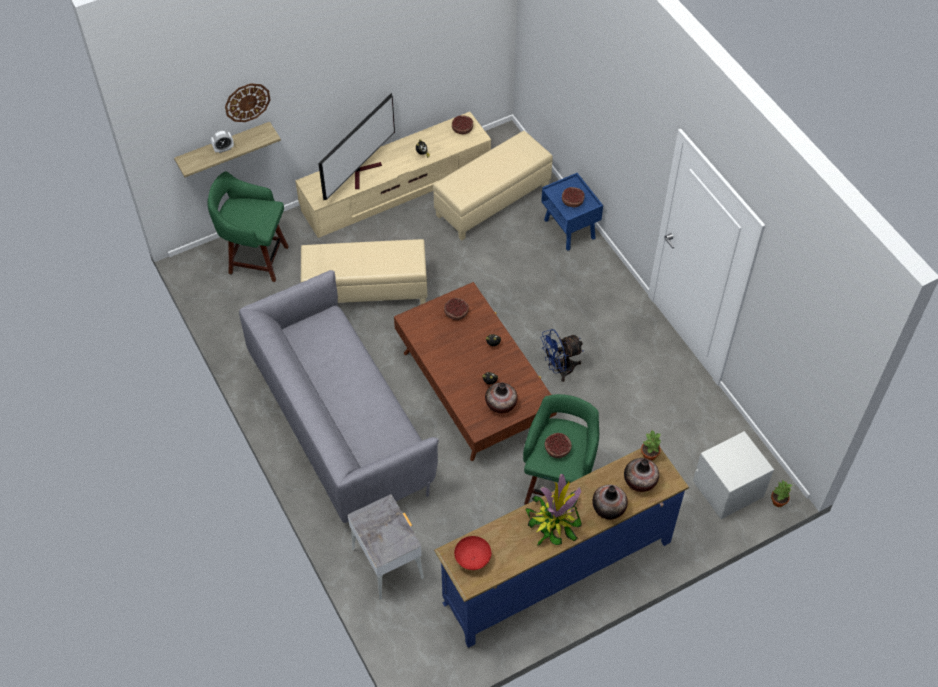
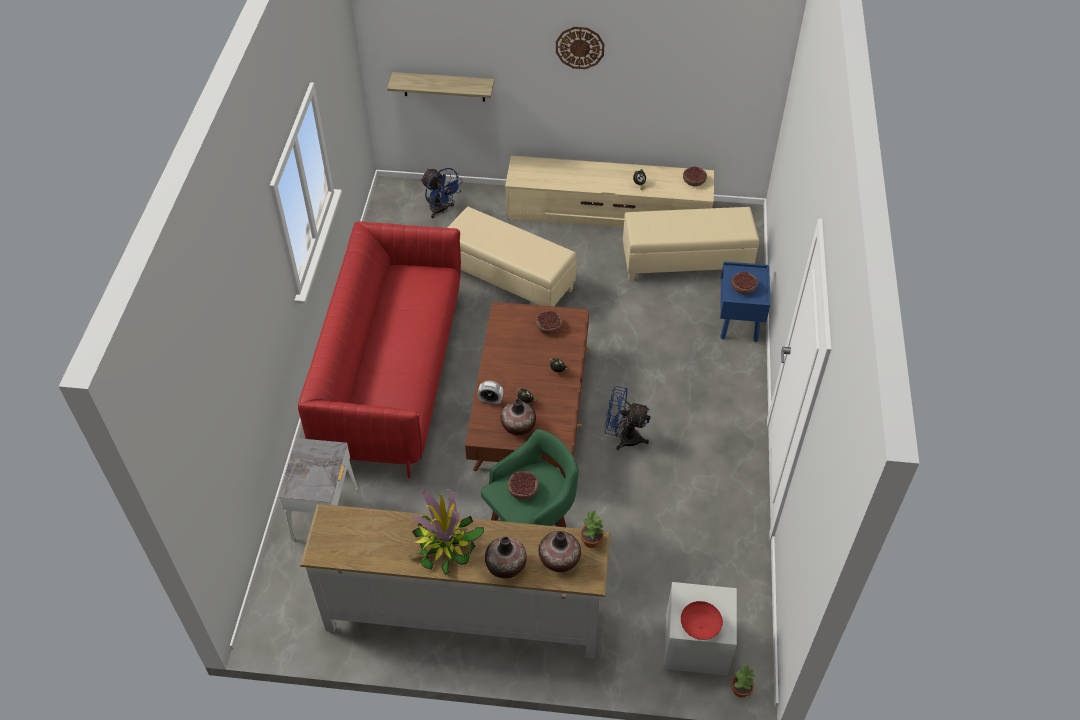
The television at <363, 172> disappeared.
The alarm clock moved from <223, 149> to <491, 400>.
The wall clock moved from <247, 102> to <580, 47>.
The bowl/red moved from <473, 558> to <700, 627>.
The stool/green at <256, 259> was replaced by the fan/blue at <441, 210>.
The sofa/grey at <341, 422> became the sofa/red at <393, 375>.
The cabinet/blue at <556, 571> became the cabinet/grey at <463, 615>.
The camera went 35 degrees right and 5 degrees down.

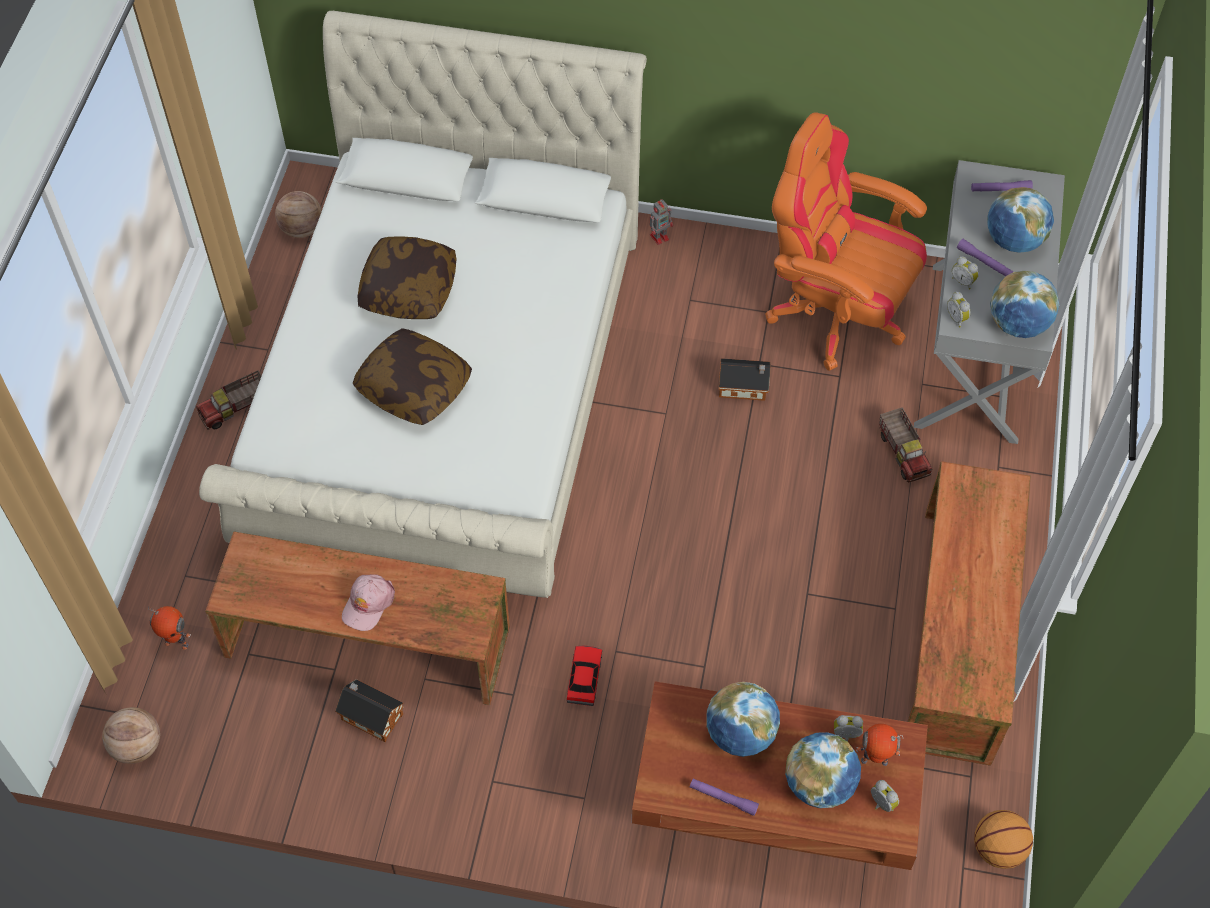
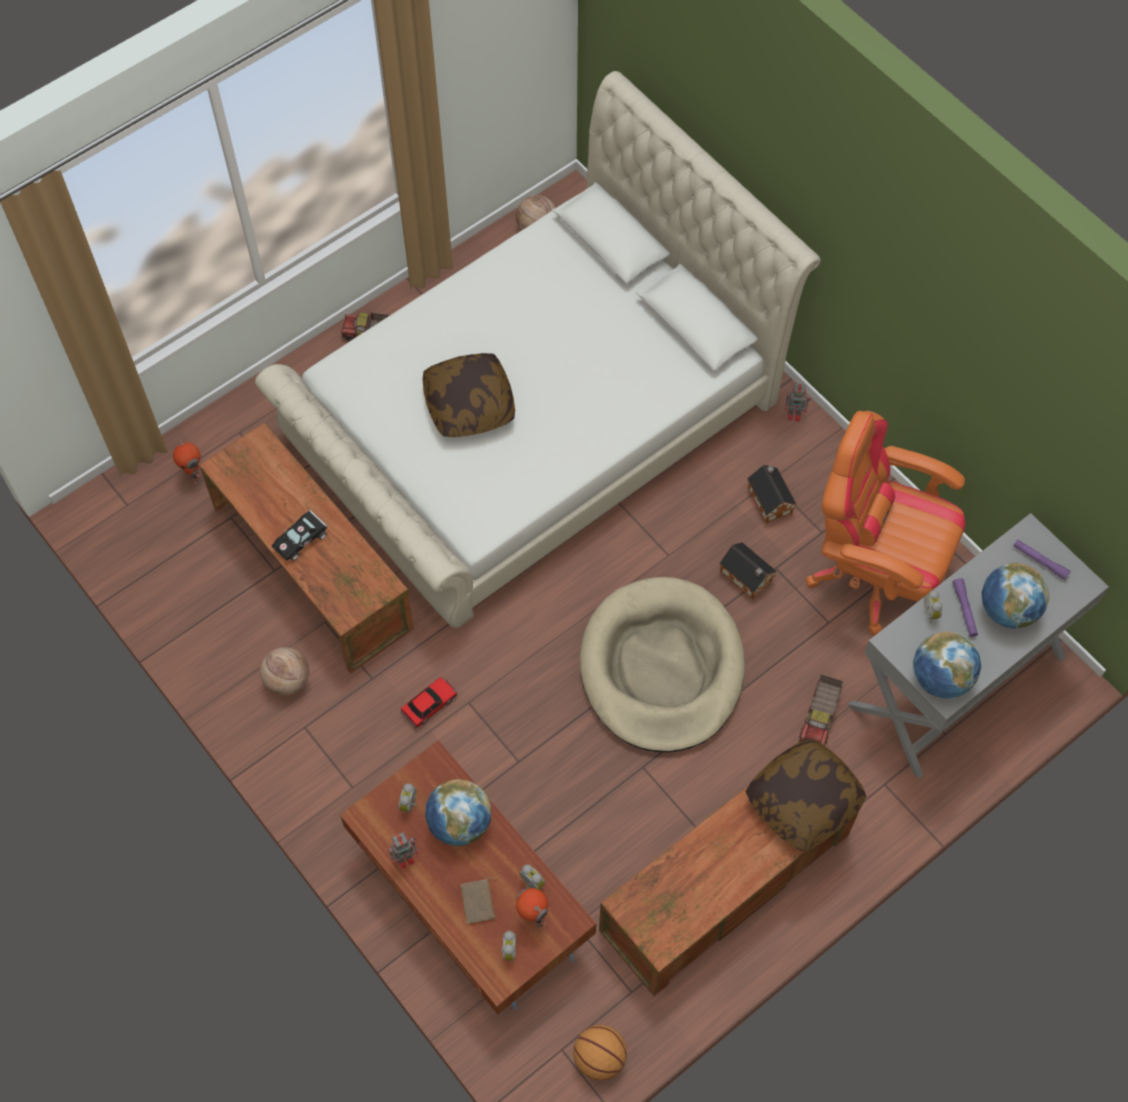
The dog bed/beige at <661, 668> appeared.
The basketball moved from <137, 746> to <287, 681>.
The toy house moved from <370, 715> to <769, 499>.
The pillow moved from <409, 289> to <803, 800>.
The alarm clock moved from <957, 318> to <410, 804>.
The cap/pink at <368, 604> was replaced by the toy car/black at <302, 538>.
The flashlight/purple at <723, 798> was replaced by the toy robot at <405, 857>.
The globe at <819, 784> was replaced by the book/brown at <479, 902>.
The office chair/orange at <837, 314> turned 45 degrees counterclockwise.
The camera went 40 degrees right and 5 degrees up.

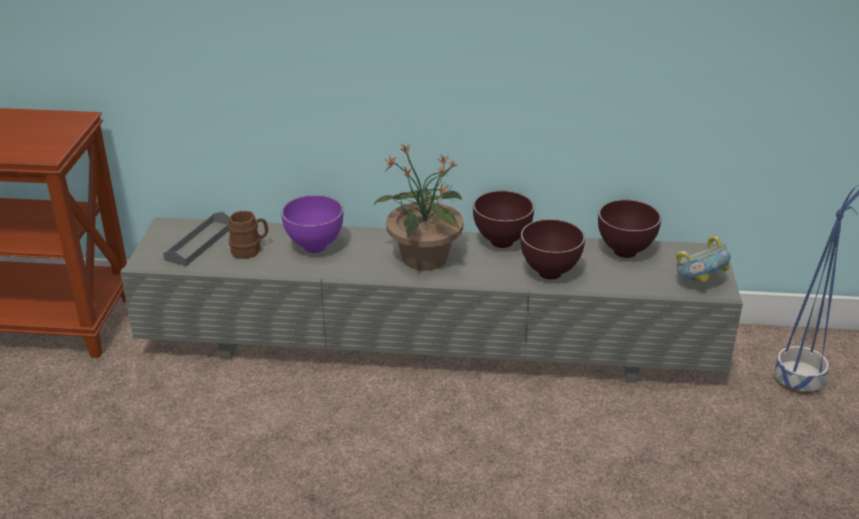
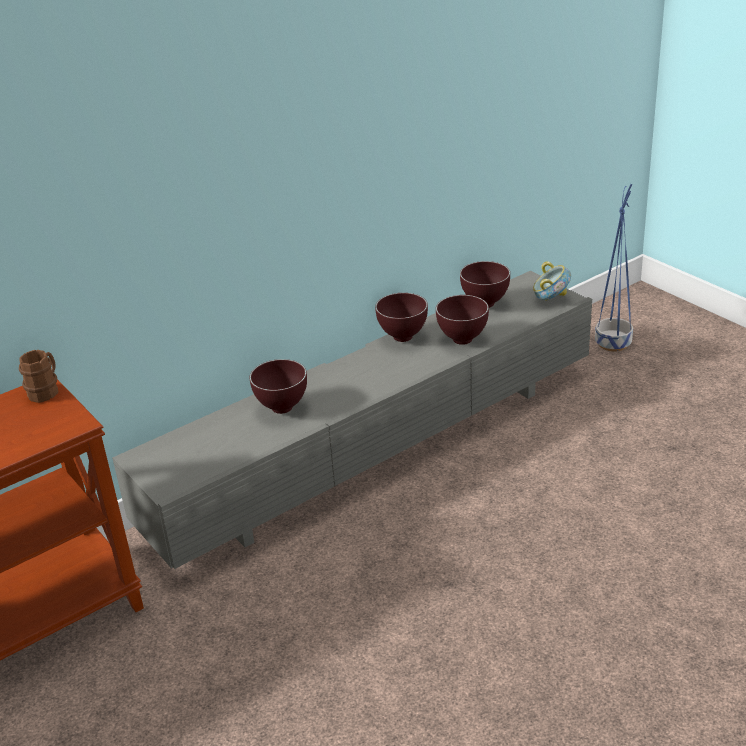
The tray/grey at <200, 242> disappeared.
The potted plant at <424, 259> disappeared.
The mug/brown moved from <250, 249> to <46, 390>.
The bowl/purple at <315, 247> became the bowl/brown at <281, 408>.
The camera went 40 degrees left and 0 degrees up.

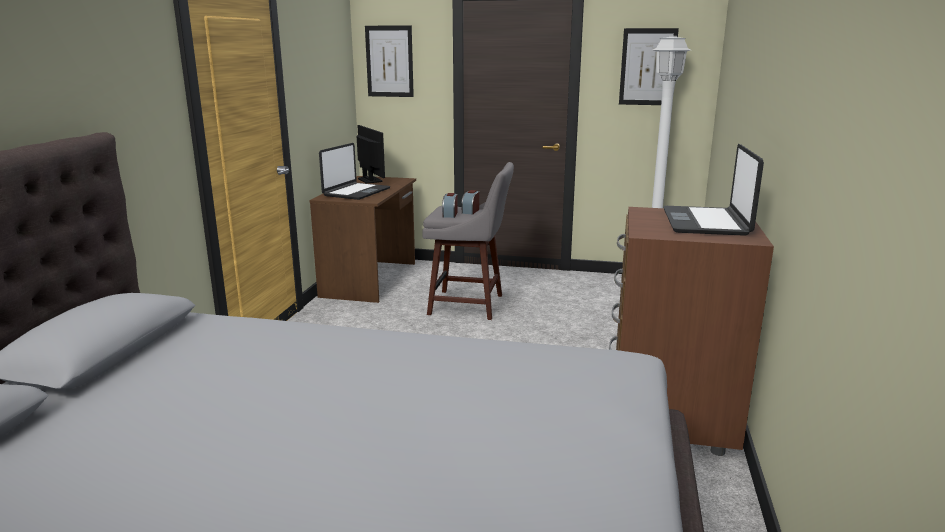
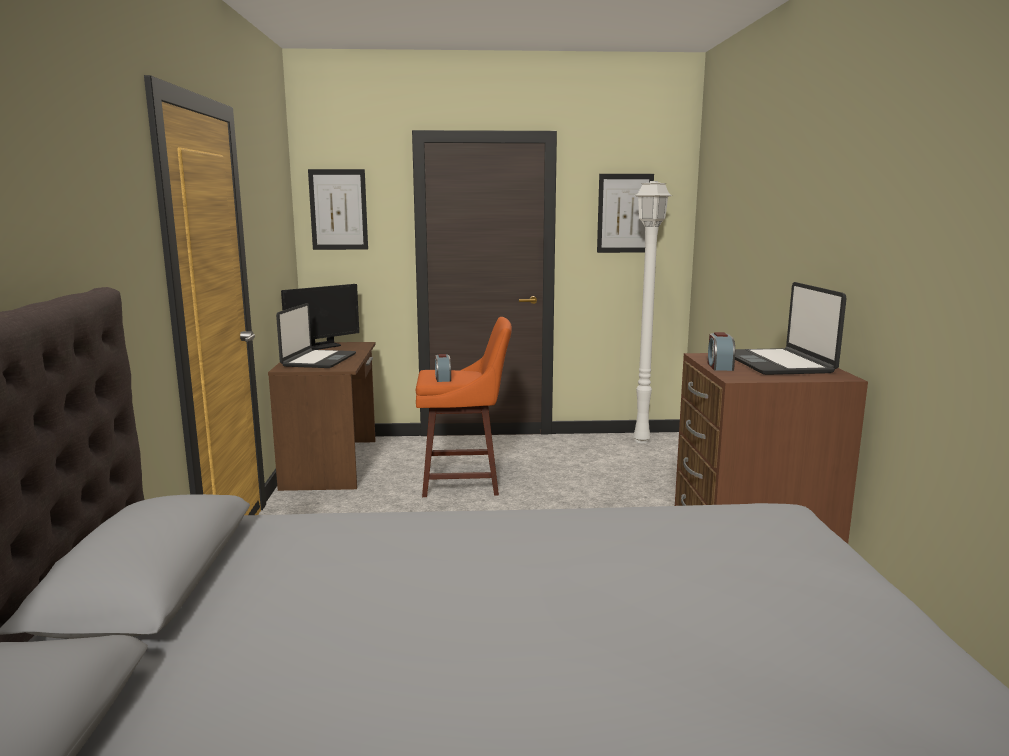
The alarm clock moved from <470, 211> to <719, 366>.
The stool/grey at <470, 305> became the stool/orange at <465, 481>.
The monitor at <370, 180> turned 90 degrees clockwise.
The camera went 15 degrees left and 5 degrees down.

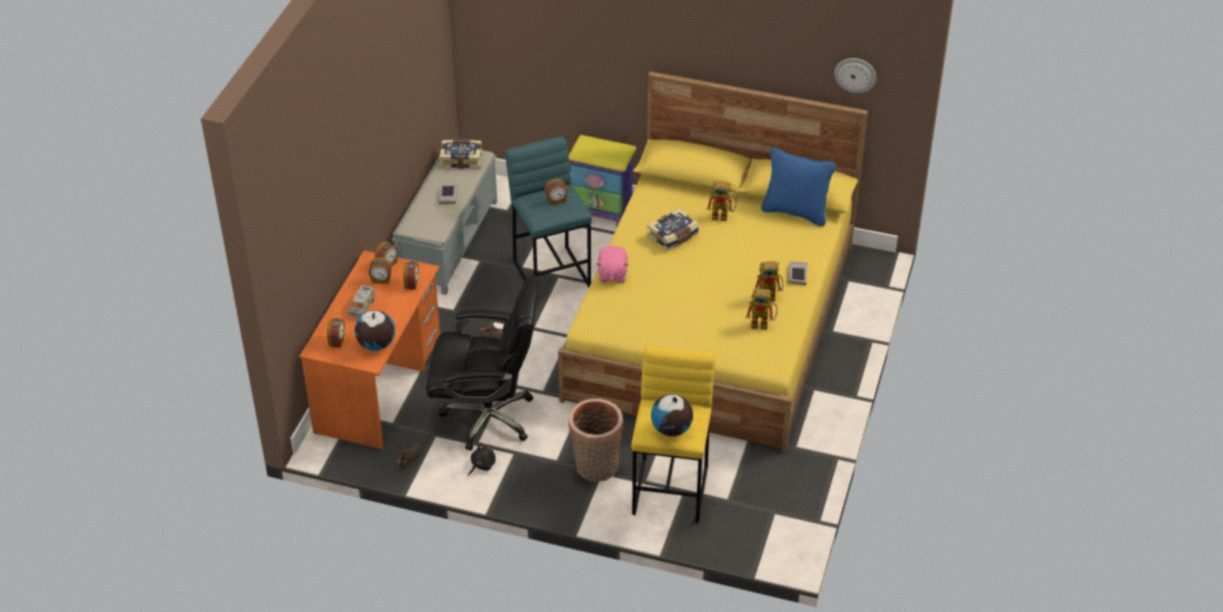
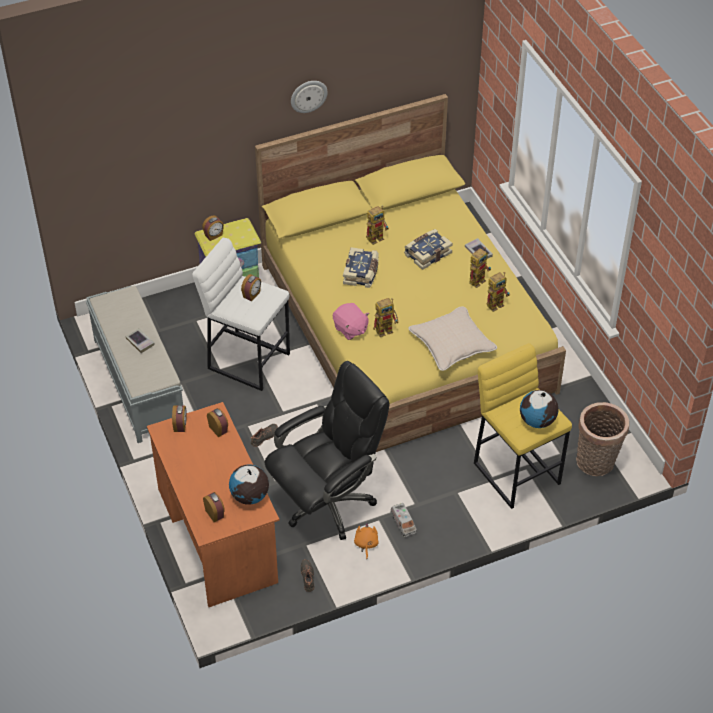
The pillow/blue at <795, 212> disappeared.
The toy robot at <387, 329> appeared.
The pillow/beige at <452, 343> appeared.
The toy truck moved from <362, 307> to <403, 523>.
The alarm clock moved from <381, 280> to <214, 235>.
The book moved from <461, 159> to <427, 254>.
The basket moved from <596, 469> to <596, 463>.
The wall clock moved from <855, 74> to <308, 96>.
The plush toy/black at <482, 465> became the plush toy/orange at <366, 544>.
The stool/turquoise at <550, 272> became the stool/white at <247, 360>.
The camera went 40 degrees left and 5 degrees up.

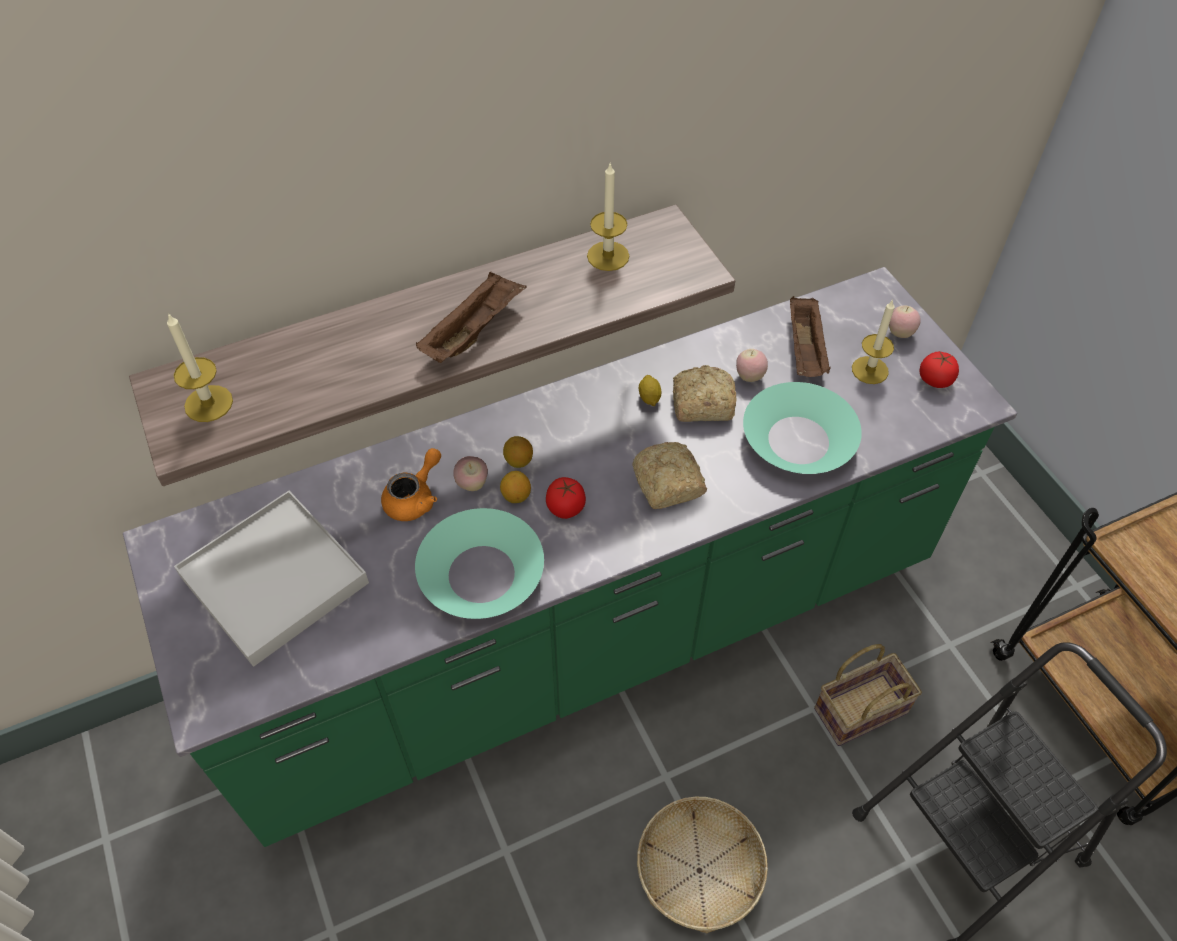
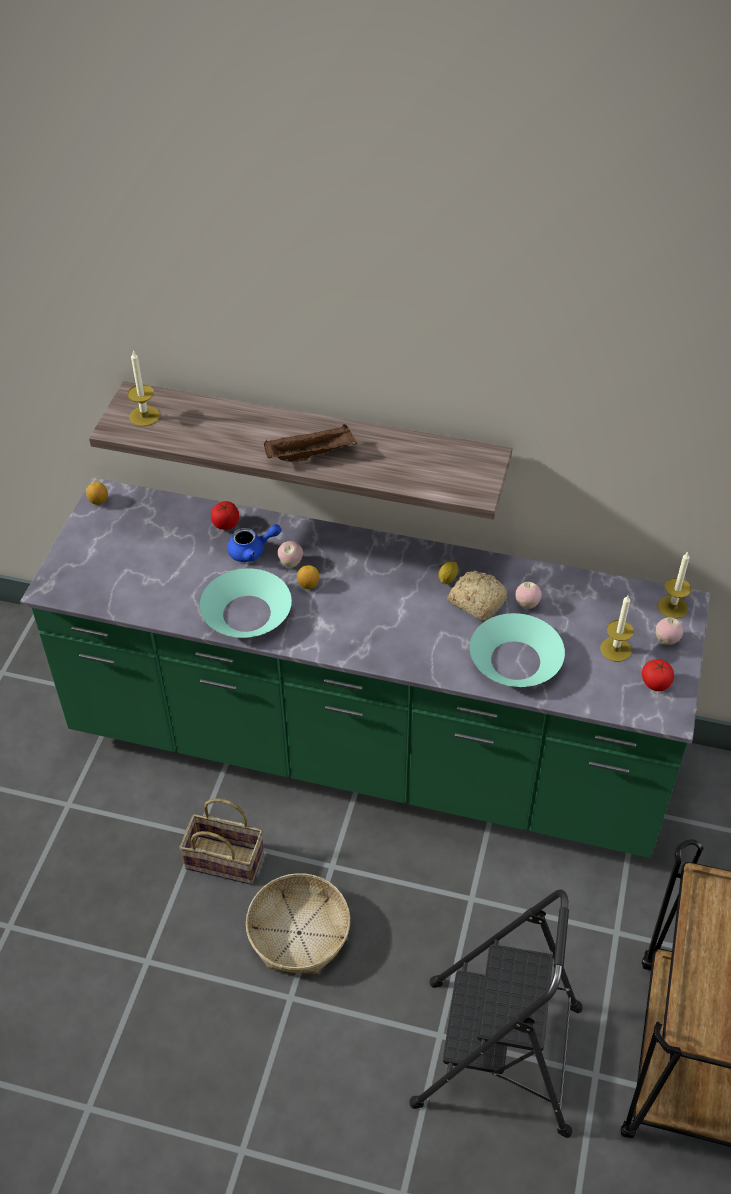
The tray/white at <274, 580> disappeared.
The bread at <667, 485> disappeared.
The tray/brown at <805, 350> disappeared.
The lemon moved from <518, 461> to <98, 501>.
The tomato moved from <566, 507> to <226, 524>.
The candle moved from <608, 256> to <672, 607>.
The basket moved from <861, 708> to <227, 860>.
The teapot/orange at <415, 498> became the teapot/blue at <252, 551>.
The camera went 40 degrees right and 5 degrees down.

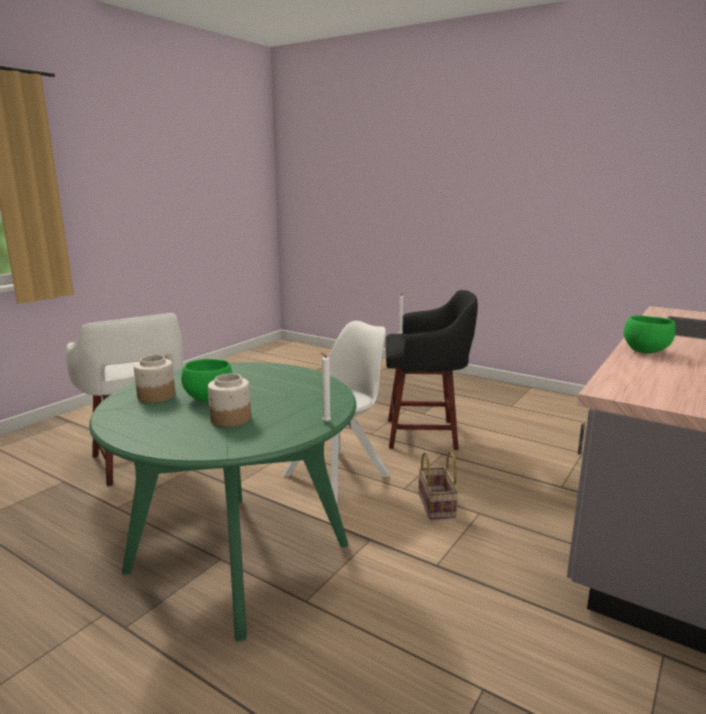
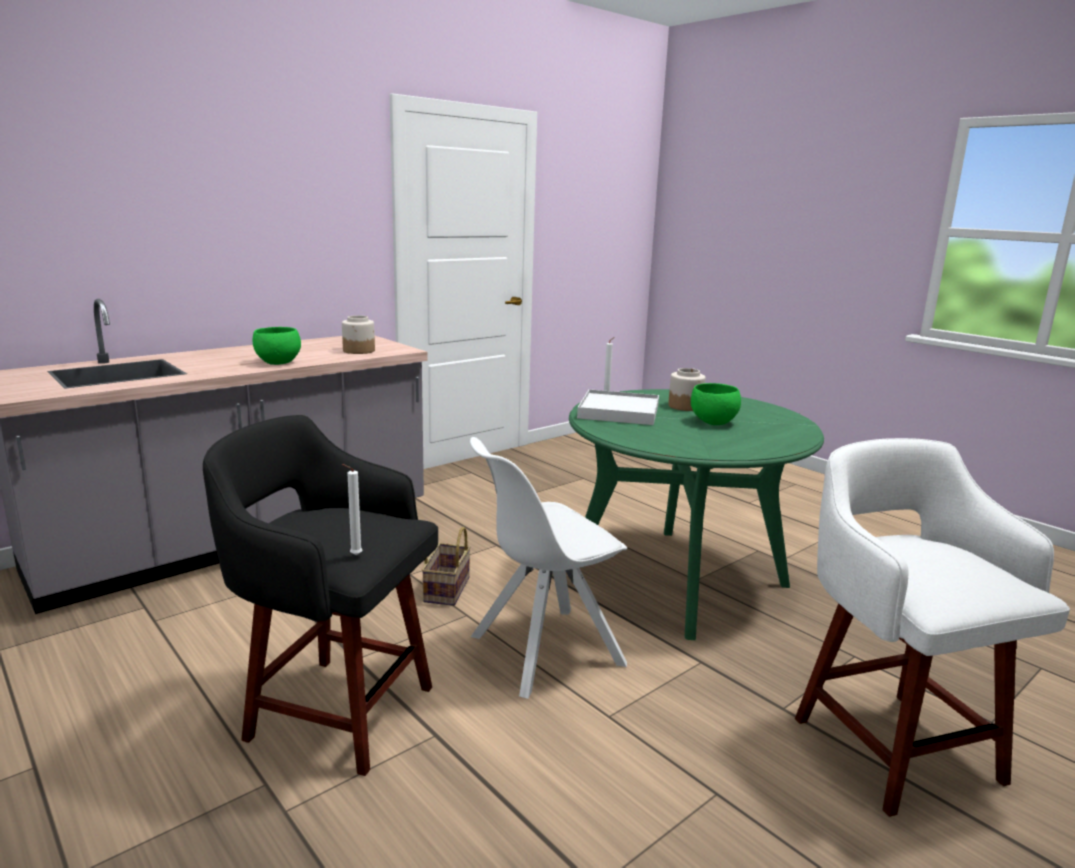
The tray/white at <619, 411> appeared.
The jar moved from <156, 396> to <359, 351>.
The camera went 165 degrees left and 0 degrees up.

